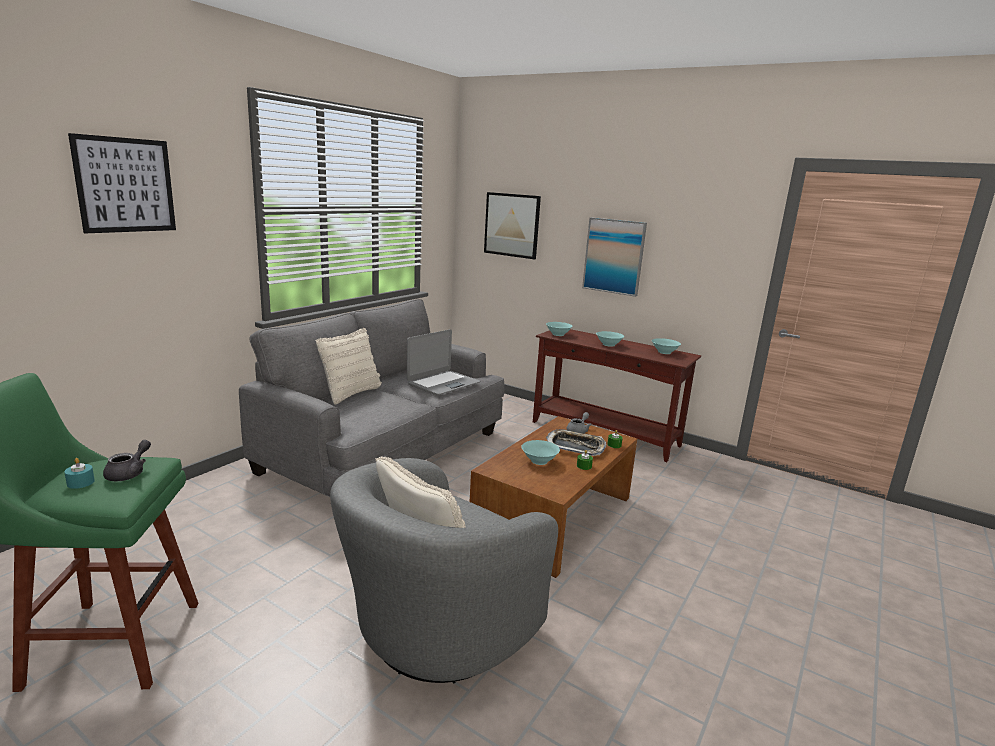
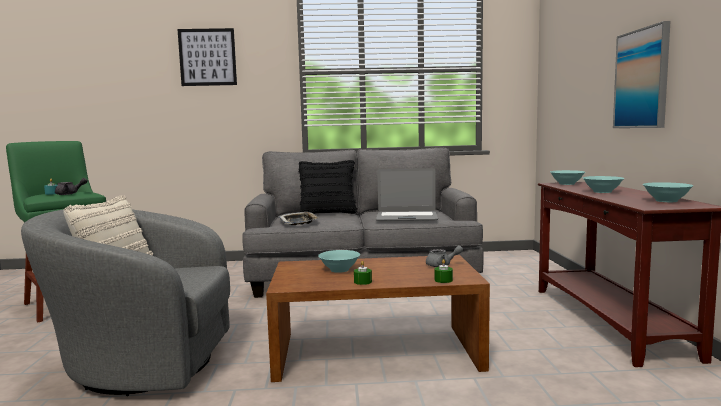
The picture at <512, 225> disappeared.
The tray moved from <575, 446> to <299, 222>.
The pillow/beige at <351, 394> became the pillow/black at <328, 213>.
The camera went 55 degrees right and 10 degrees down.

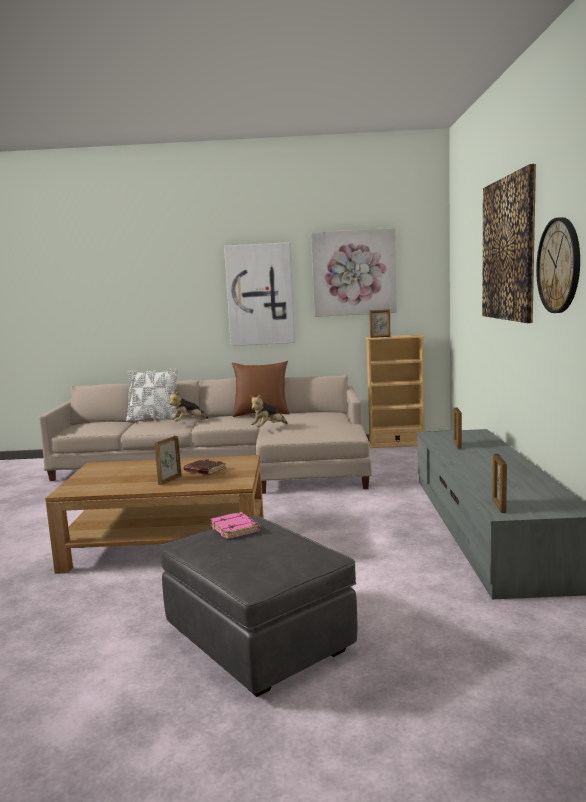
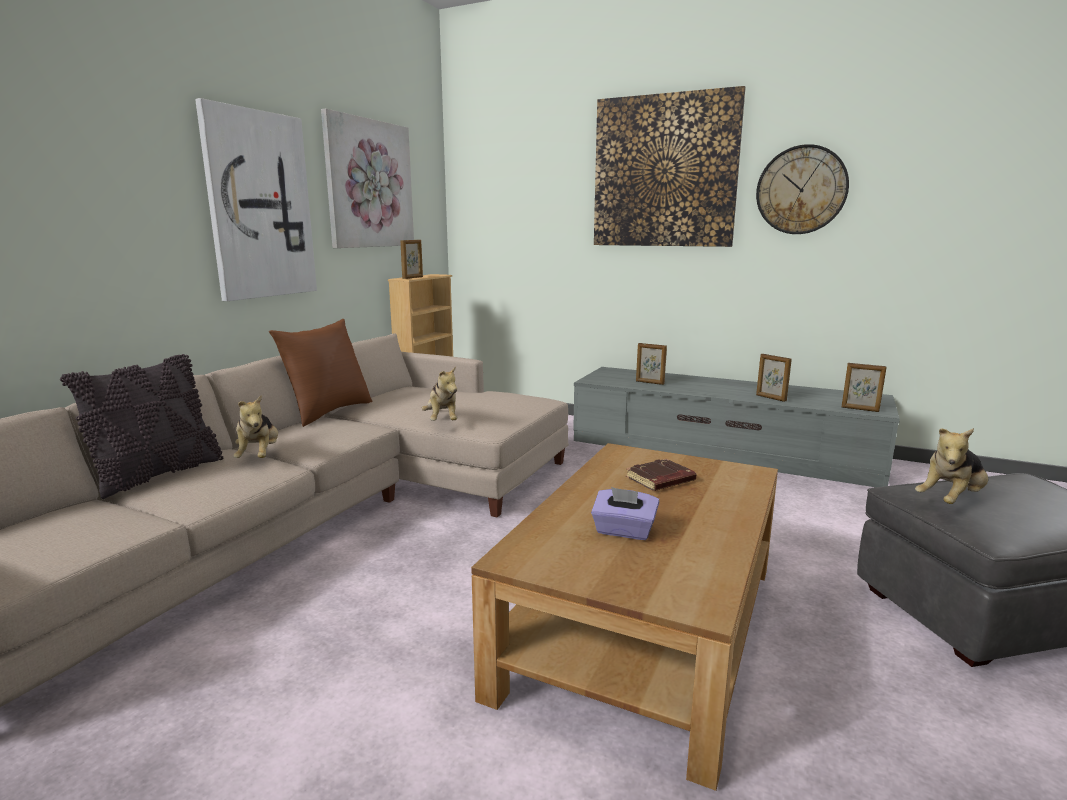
The tissue box/purple at <624, 531> appeared.
The picture frame moved from <169, 480> to <770, 398>.
The book/pink at <235, 529> was replaced by the plush toy at <951, 500>.
The pillow/white at <154, 419> became the pillow/black at <158, 474>.
The camera went 65 degrees left and 5 degrees up.

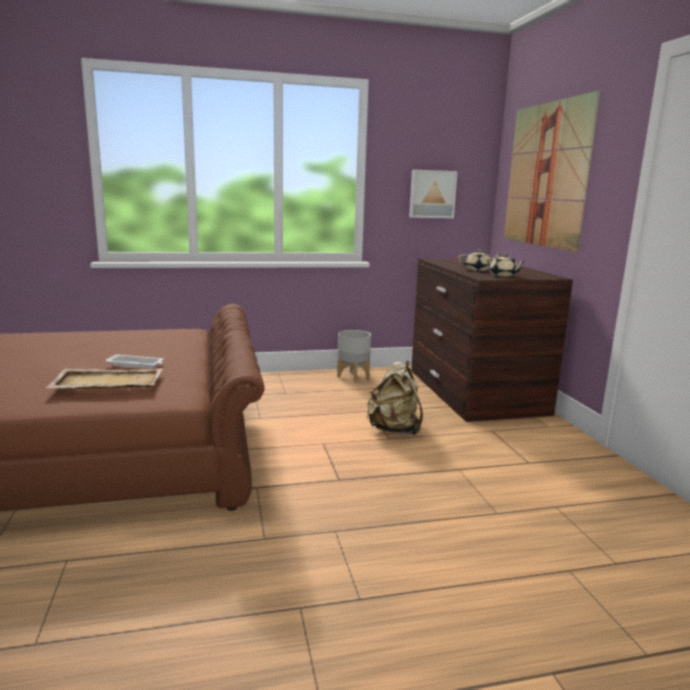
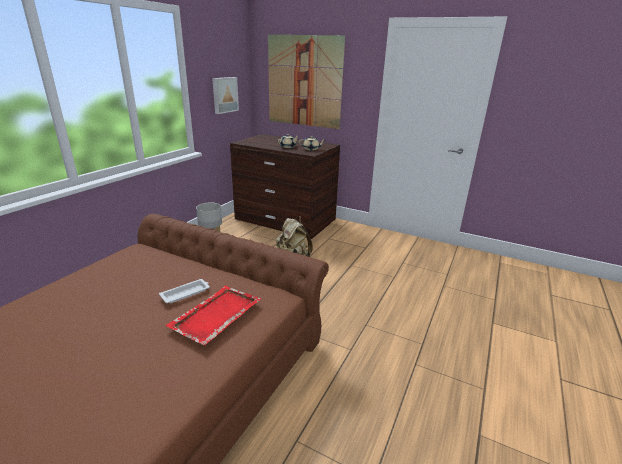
The tray/beige at <107, 382> became the tray/red at <215, 315>.
The camera went 50 degrees left and 10 degrees up.

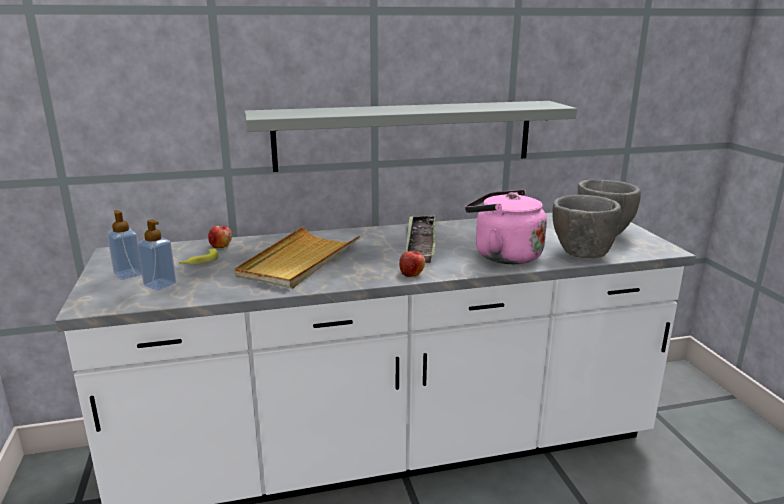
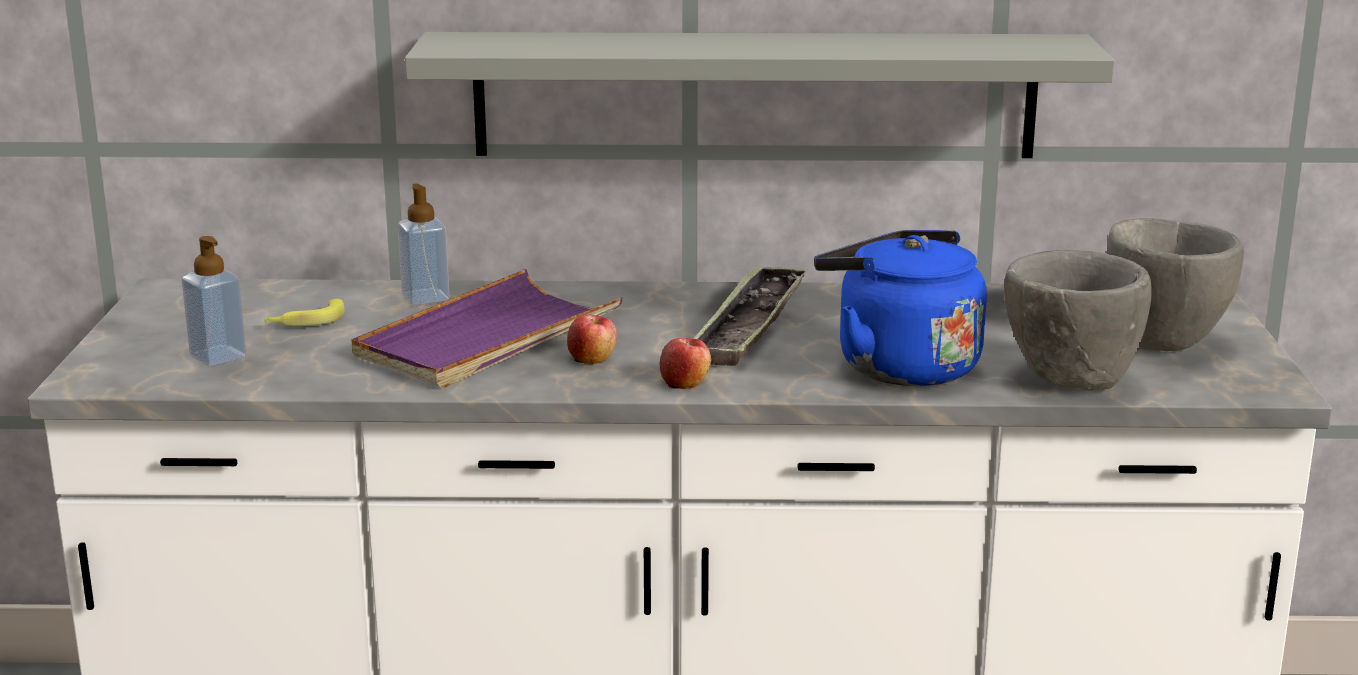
The soap dispenser moved from <128, 274> to <425, 298>.
The apple moved from <221, 245> to <592, 358>.
The tray/beige at <299, 261> became the tray/purple at <487, 338>.
The kettle/pink at <503, 255> became the kettle/blue at <899, 366>.
The camera went 15 degrees right and 0 degrees up.

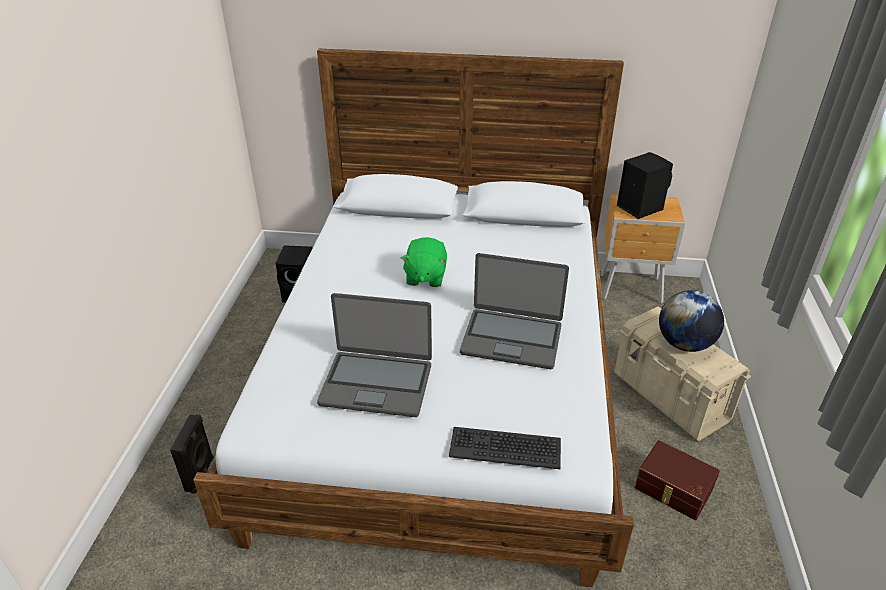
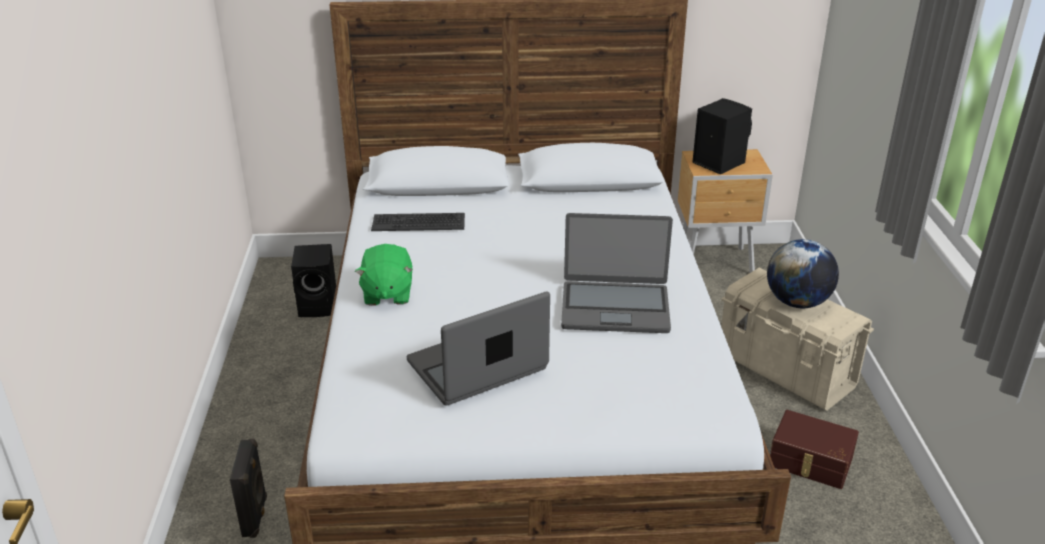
The plush toy/green moved from <425, 277> to <387, 294>.
The keyboard moved from <505, 447> to <418, 222>.
The laptop at <376, 383> turned 150 degrees clockwise.
The camera went 10 degrees left and 5 degrees down.

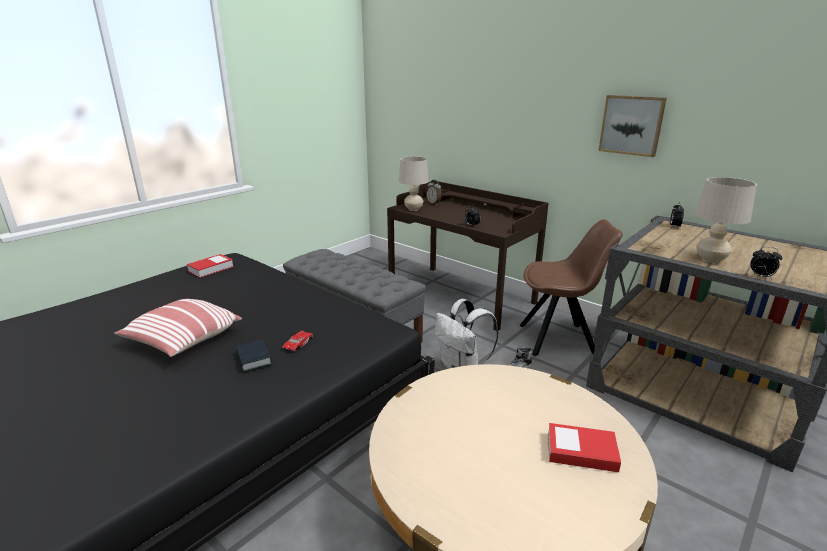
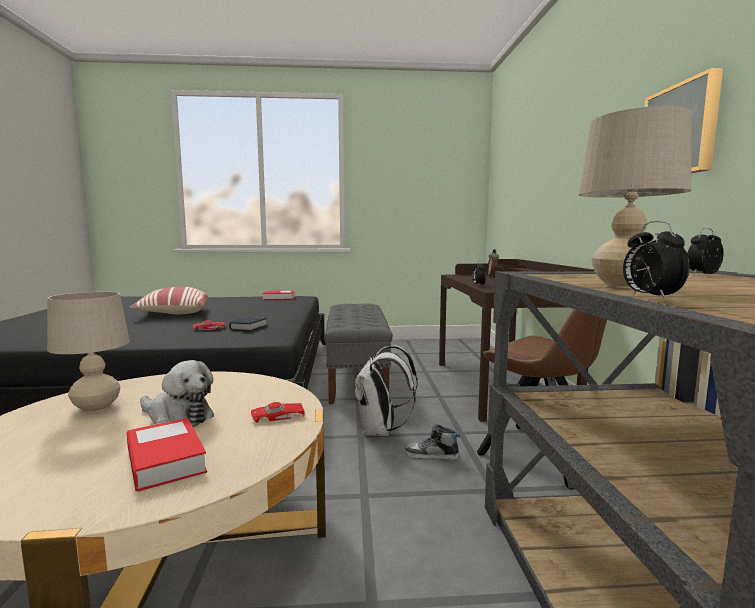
The plush toy at <177, 417> appeared.
The toy car/red at <278, 416> appeared.
The book moved from <253, 359> to <248, 328>.
The table lamp/beige moved from <413, 209> to <96, 408>.
The camera went 45 degrees right and 15 degrees down.

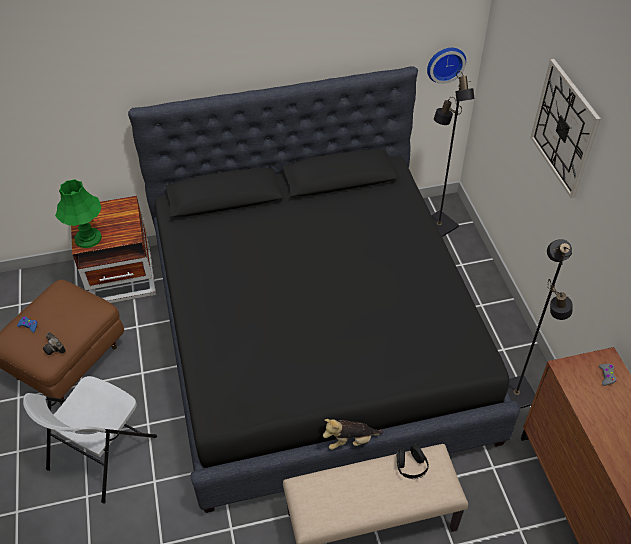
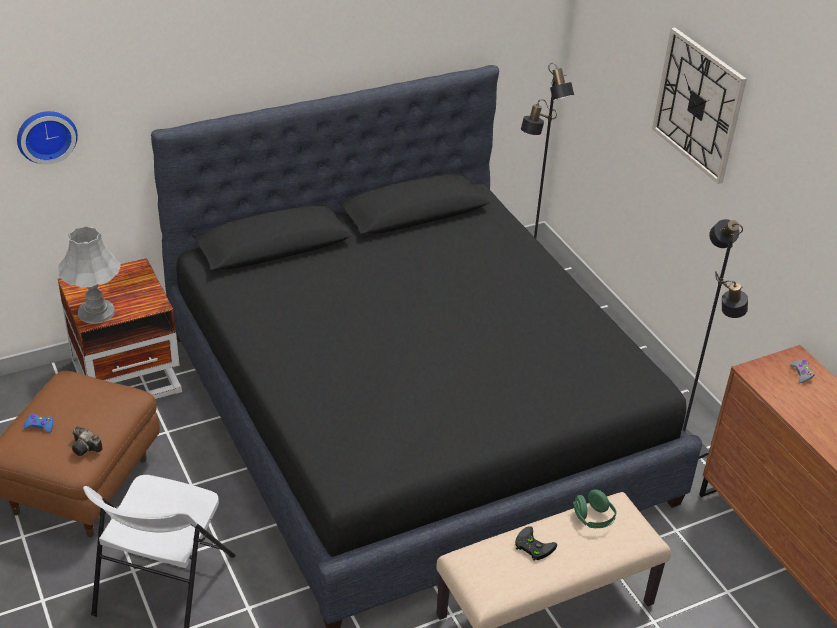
The plush toy at <350, 441> disappeared.
The game controller/black at <532, 546> appeared.
The wall clock moved from <445, 63> to <46, 135>.
The table lamp/green at <88, 238> became the table lamp/grey at <96, 312>.
The headphones/black at <411, 467> became the headphones/green at <593, 519>.
The camera went 15 degrees left and 10 degrees down.

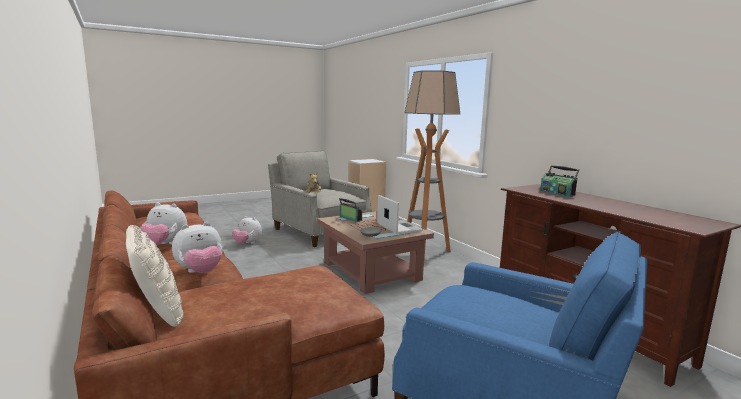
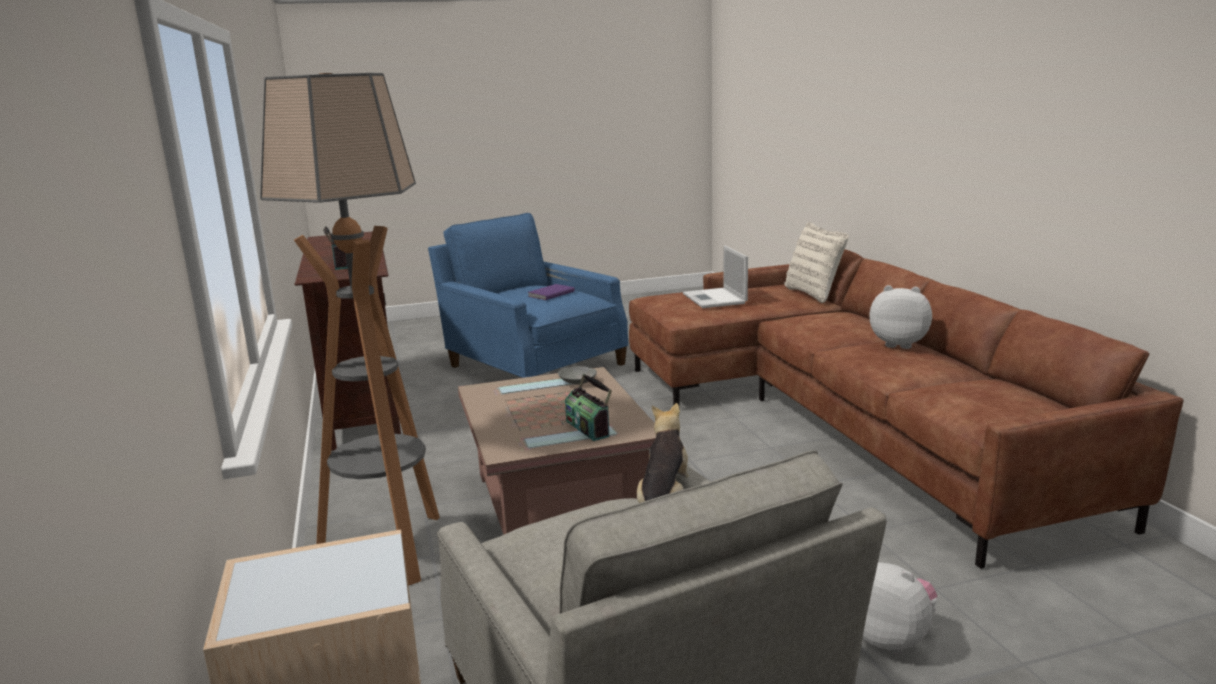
The plush toy at <200, 272> disappeared.
The book/purple at <550, 294> appeared.
The laptop moved from <398, 227> to <715, 299>.
The camera went 165 degrees left and 5 degrees up.

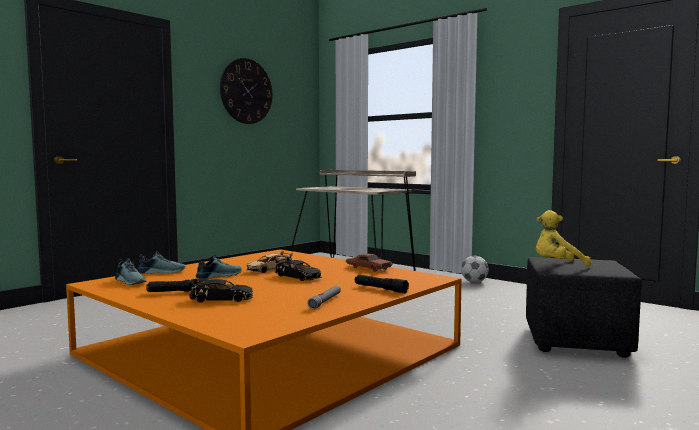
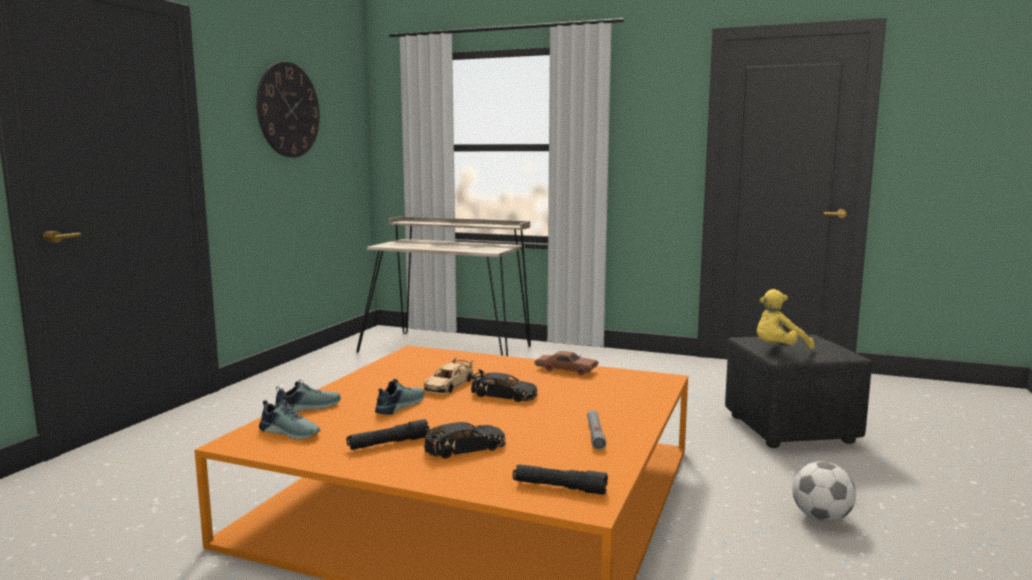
The flashlight/black moved from <380, 289> to <559, 487>.
The football moved from <474, 282> to <821, 518>.
The camera went 20 degrees left and 5 degrees up.

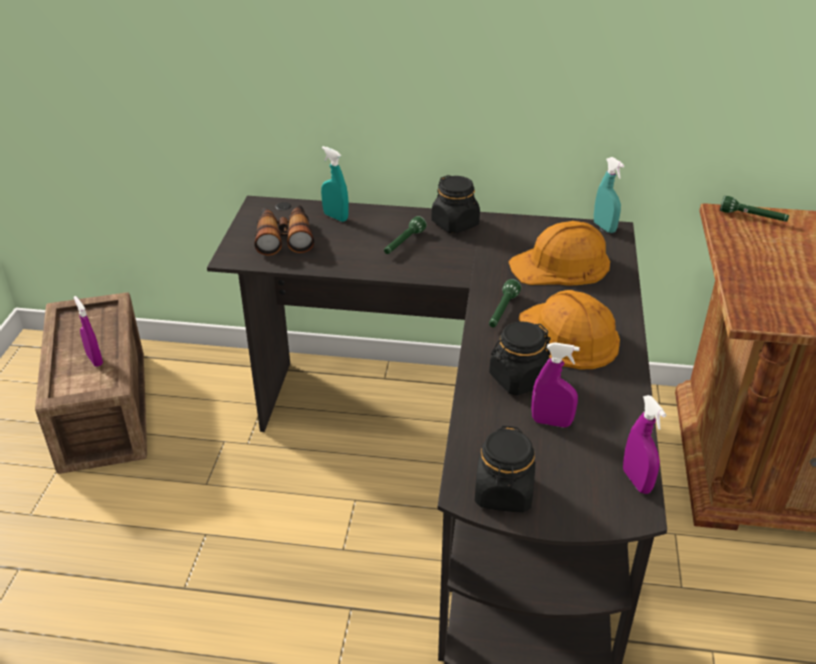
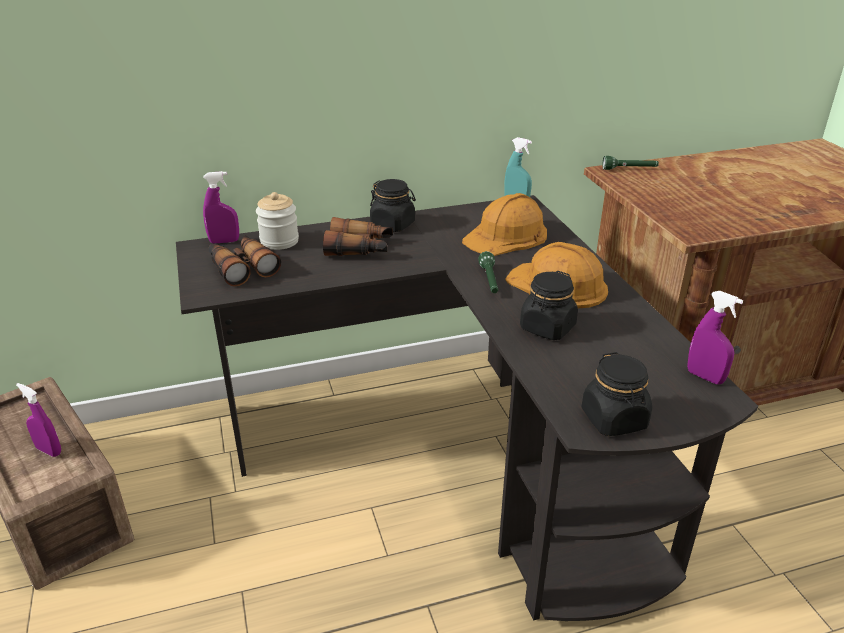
The spray bottle/purple moved from <551, 422> to <224, 241>.
The spray bottle/turquoise at <335, 217> was replaced by the jar at <279, 241>.
The flashlight/green at <403, 243> was replaced by the binoculars at <360, 248>.
The camera went 25 degrees left and 5 degrees down.

